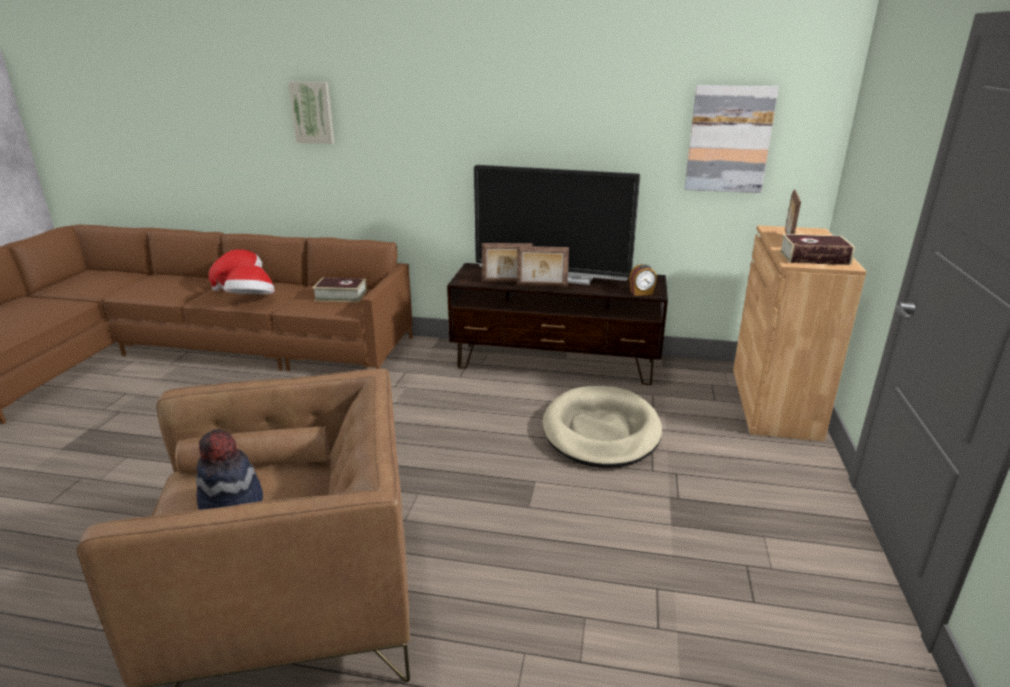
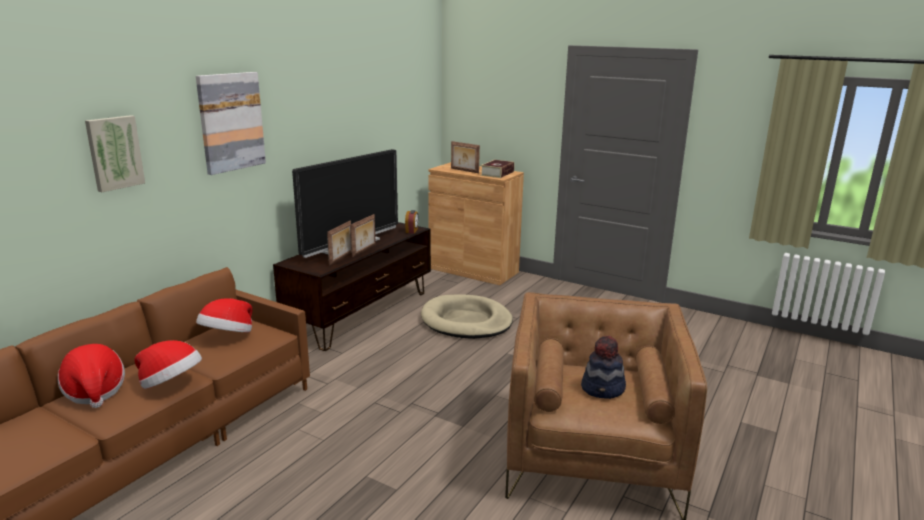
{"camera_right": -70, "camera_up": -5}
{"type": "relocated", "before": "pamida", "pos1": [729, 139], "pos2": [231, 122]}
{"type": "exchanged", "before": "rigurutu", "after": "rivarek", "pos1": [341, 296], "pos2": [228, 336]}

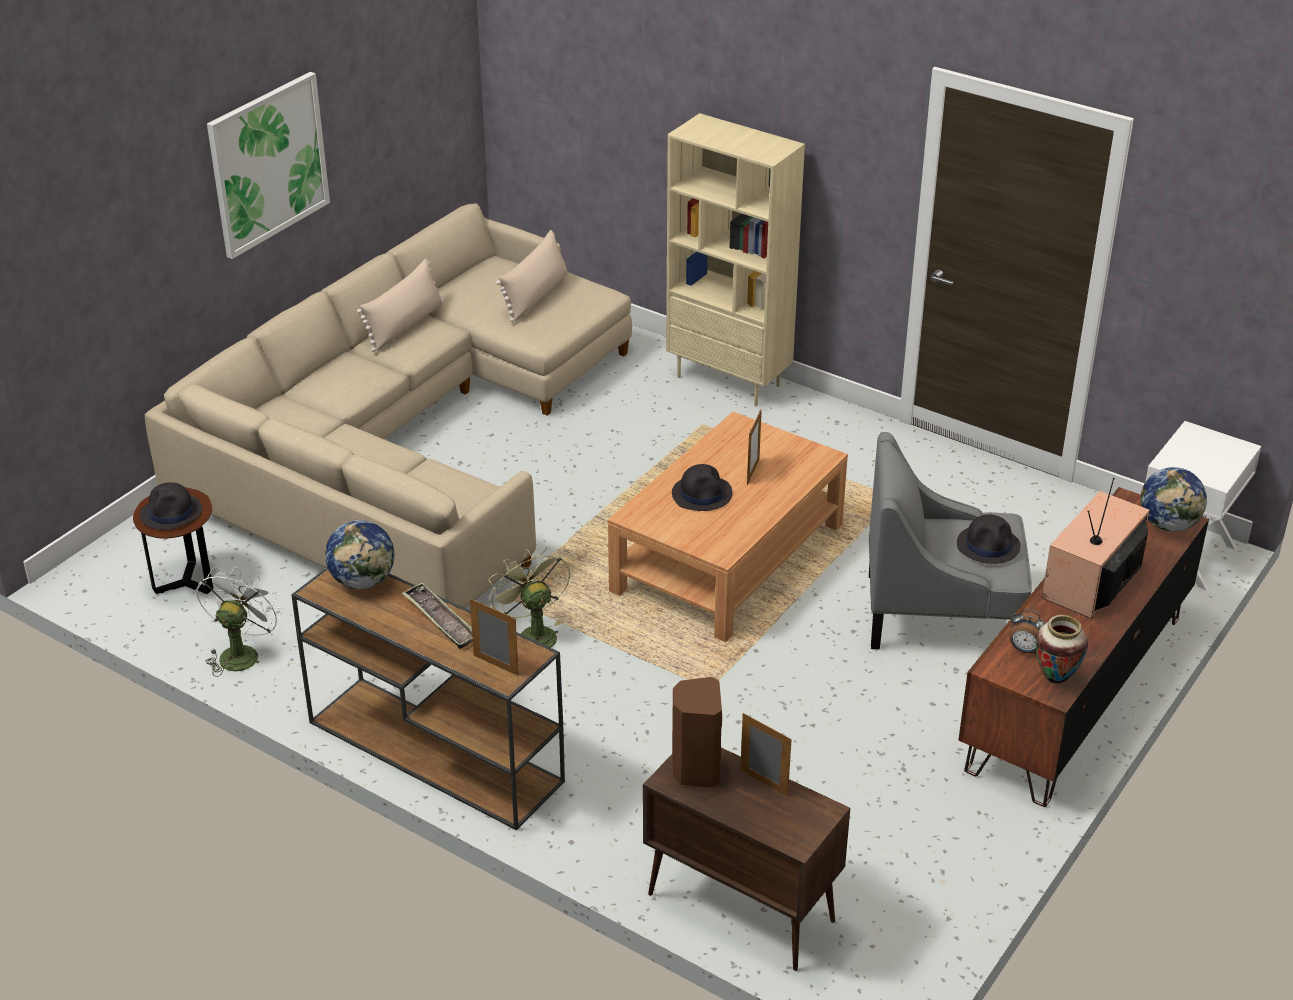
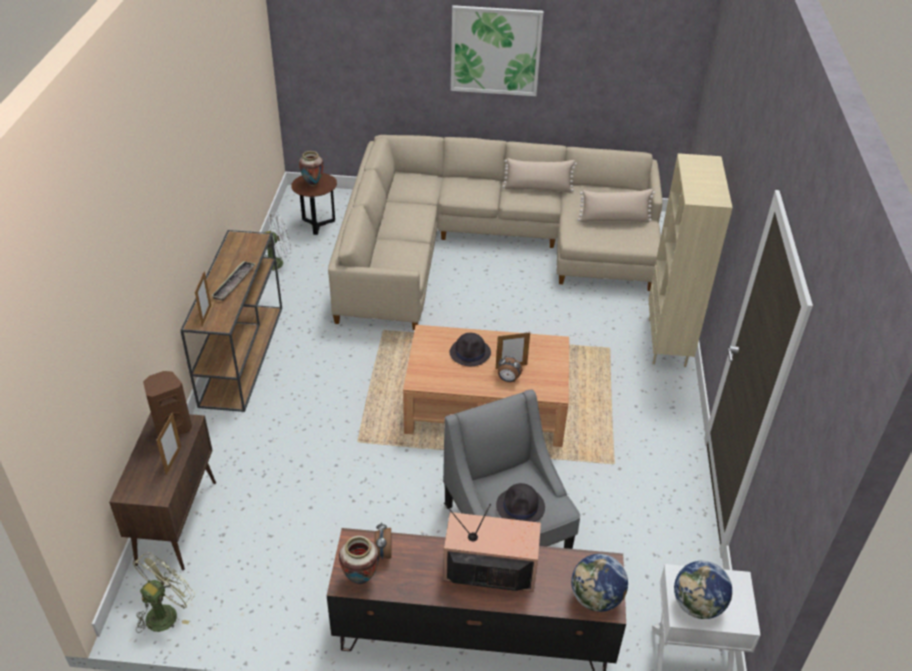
{"camera_right": 60, "camera_up": 5}
{"type": "relocated", "before": "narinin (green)", "pos1": [532, 634], "pos2": [166, 612]}
{"type": "exchanged", "before": "rivarek (black)", "after": "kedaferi", "pos1": [171, 513], "pos2": [312, 184]}
{"type": "appeared", "after": "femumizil", "pos2": [508, 380]}
{"type": "relocated", "before": "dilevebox", "pos1": [363, 581], "pos2": [698, 605]}

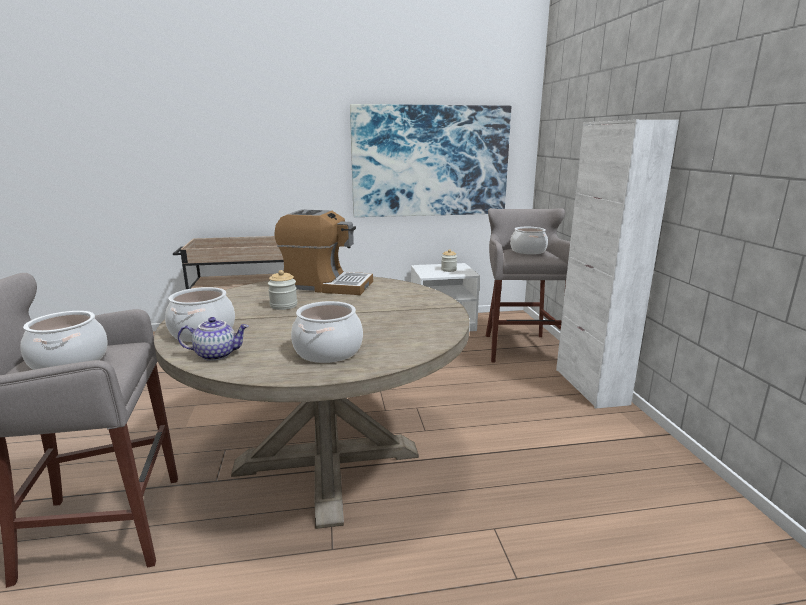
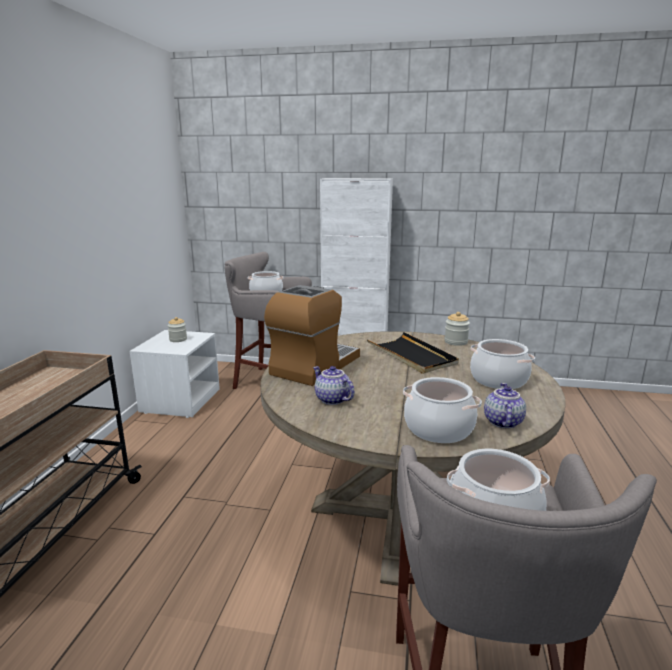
{"camera_right": -70, "camera_up": 0}
{"type": "appeared", "after": "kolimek", "pos2": [331, 399]}
{"type": "appeared", "after": "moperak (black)", "pos2": [411, 356]}
{"type": "relocated", "before": "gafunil", "pos1": [283, 305], "pos2": [456, 342]}
{"type": "missing", "before": "pamida", "pos1": [430, 161]}

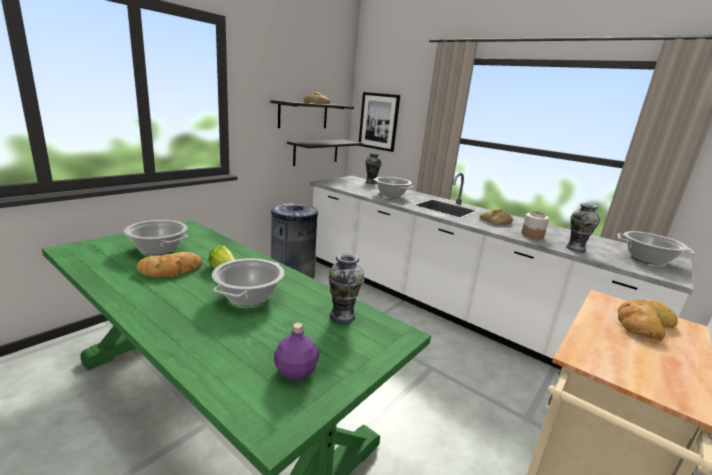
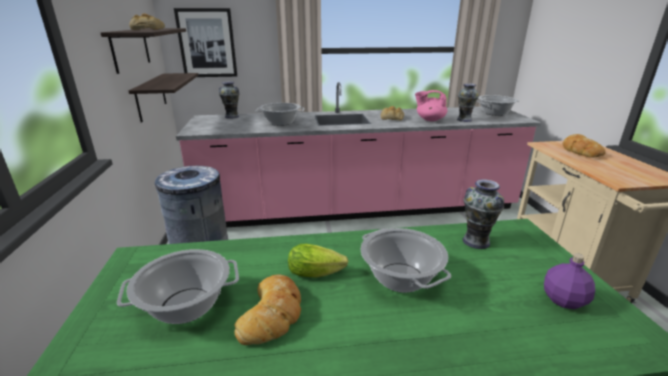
{"camera_right": -45, "camera_up": 5}
{"type": "colour", "before": "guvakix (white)", "after": "guvakix (pink)", "pos1": [446, 307], "pos2": [358, 208]}
{"type": "exchanged", "before": "gafunil", "after": "kolimek (pink)", "pos1": [532, 235], "pos2": [430, 119]}

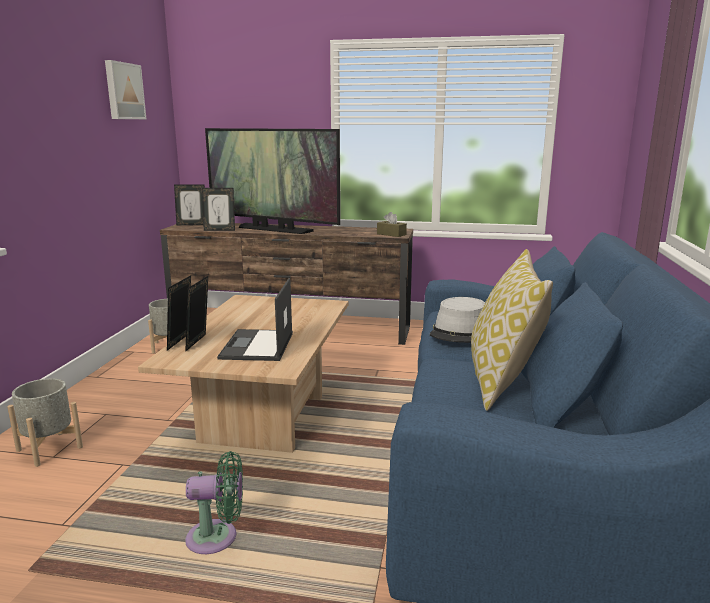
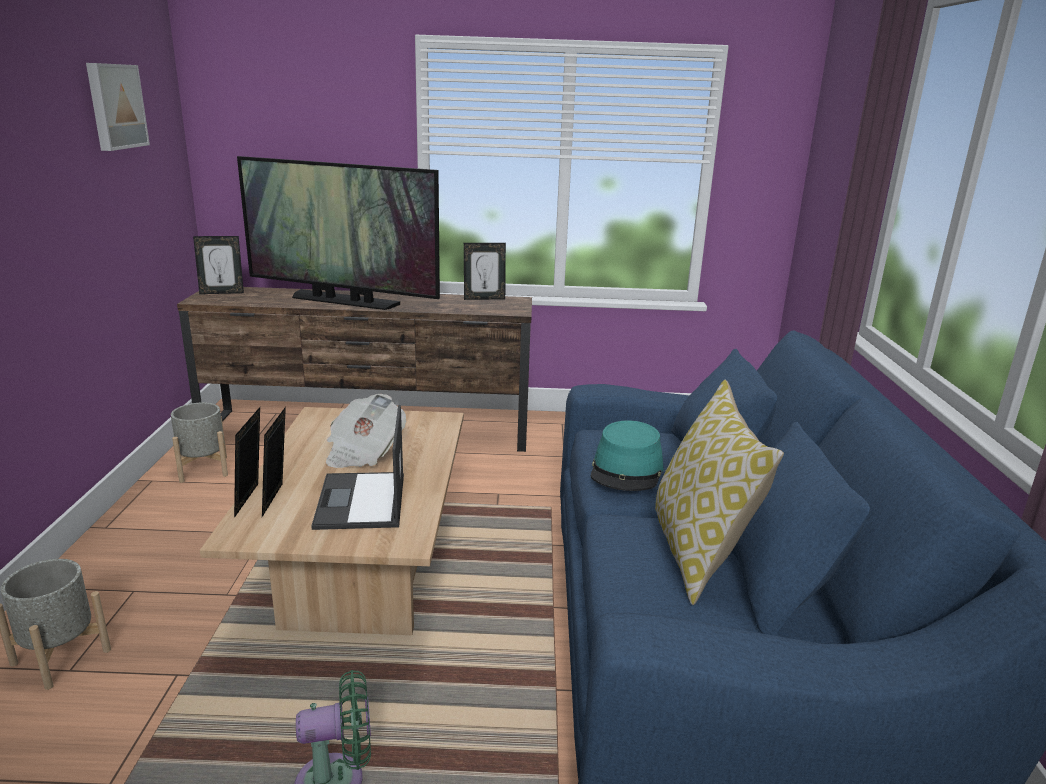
{"camera_right": -10, "camera_up": 5}
{"type": "appeared", "after": "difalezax", "pos2": [363, 452]}
{"type": "relocated", "before": "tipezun", "pos1": [220, 230], "pos2": [484, 298]}
{"type": "colour", "before": "rivarek (grey)", "after": "rivarek (turquoise)", "pos1": [460, 332], "pos2": [627, 470]}
{"type": "missing", "before": "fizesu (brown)", "pos1": [391, 234]}

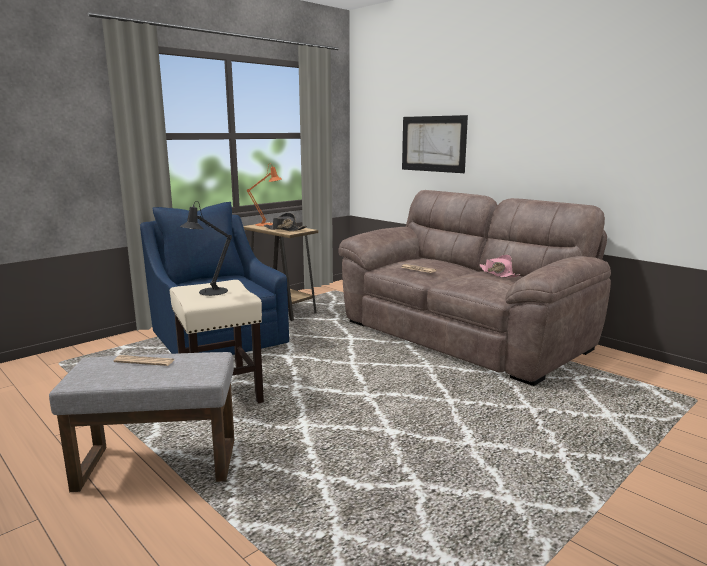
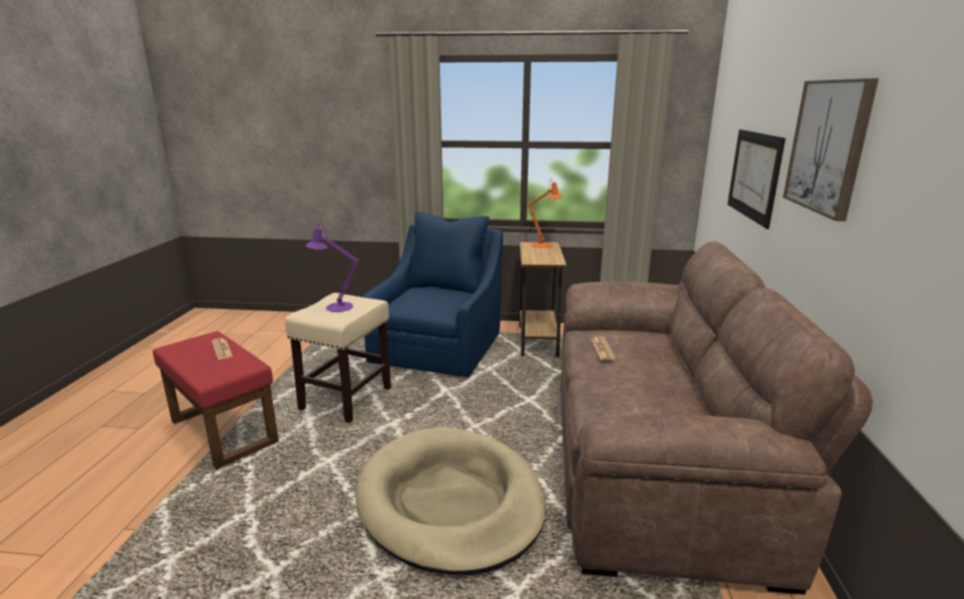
{"camera_right": 50, "camera_up": 5}
{"type": "colour", "before": "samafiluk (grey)", "after": "samafiluk (red)", "pos1": [160, 463], "pos2": [225, 431]}
{"type": "colour", "before": "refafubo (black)", "after": "refafubo (purple)", "pos1": [209, 292], "pos2": [335, 307]}
{"type": "appeared", "after": "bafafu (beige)", "pos2": [450, 502]}
{"type": "appeared", "after": "pamida", "pos2": [828, 146]}
{"type": "missing", "before": "rivarek (black)", "pos1": [284, 229]}
{"type": "missing", "before": "rivarek (pink)", "pos1": [498, 274]}

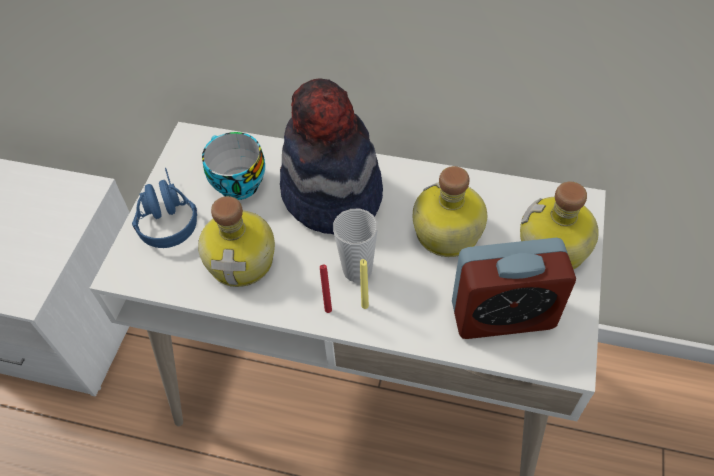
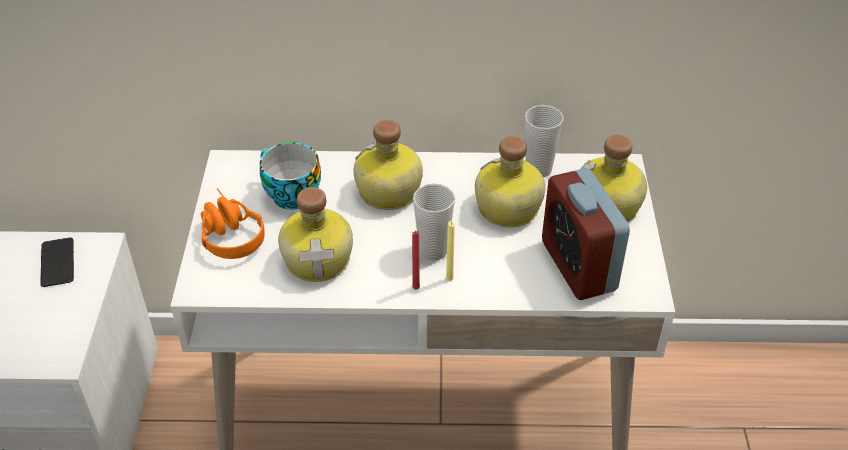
{"camera_right": -15, "camera_up": -10}
{"type": "appeared", "after": "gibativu", "pos2": [57, 263]}
{"type": "colour", "before": "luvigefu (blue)", "after": "luvigefu (orange)", "pos1": [166, 216], "pos2": [227, 233]}
{"type": "exchanged", "before": "rivarek", "after": "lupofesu", "pos1": [331, 195], "pos2": [388, 192]}
{"type": "appeared", "after": "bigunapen", "pos2": [538, 169]}
{"type": "spun", "before": "femumizil", "pos1": [502, 315], "pos2": [578, 266], "turn": 90}

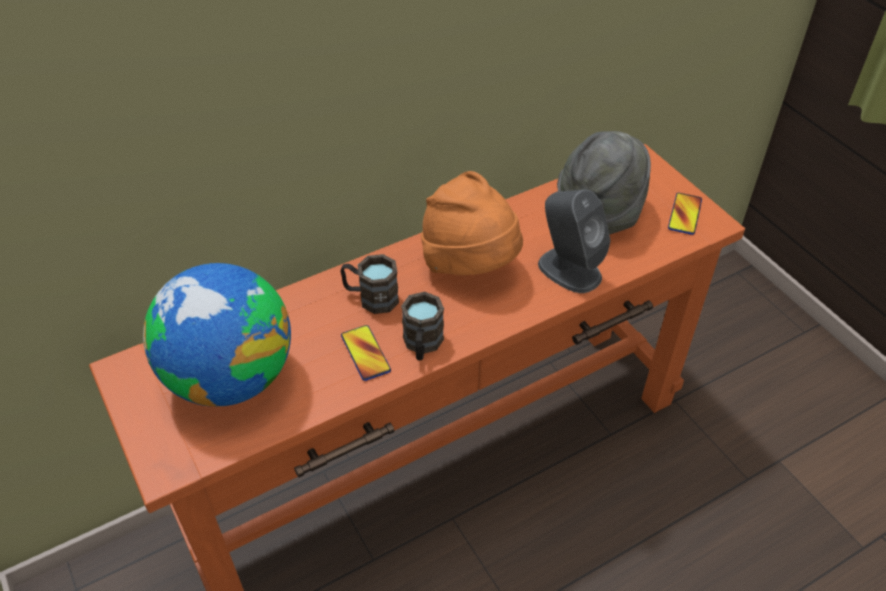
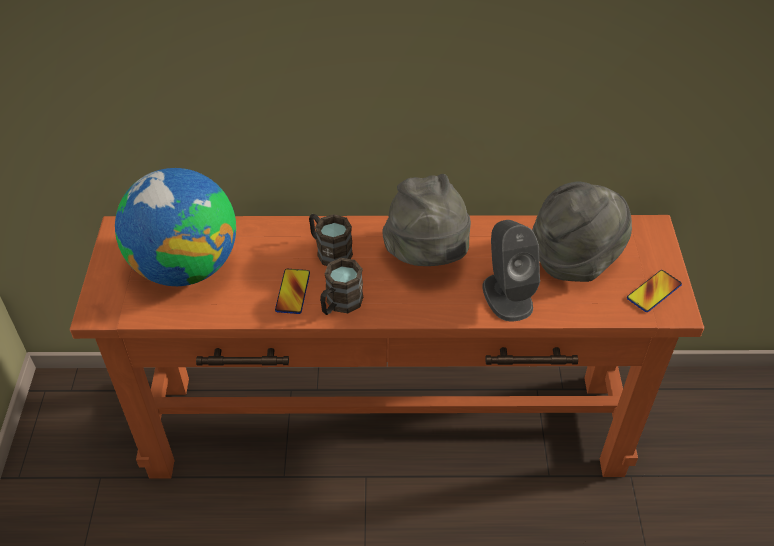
{"camera_right": 30, "camera_up": 0}
{"type": "colour", "before": "rivarek (orange)", "after": "rivarek (grey)", "pos1": [470, 264], "pos2": [428, 257]}

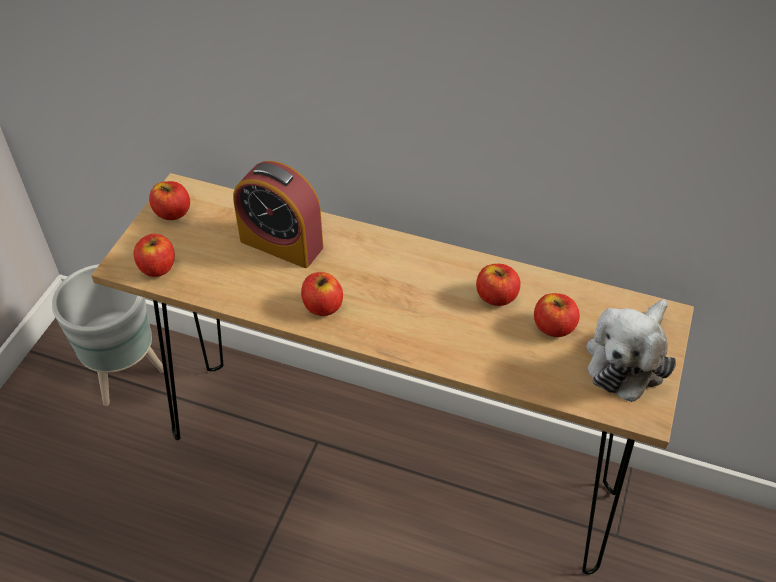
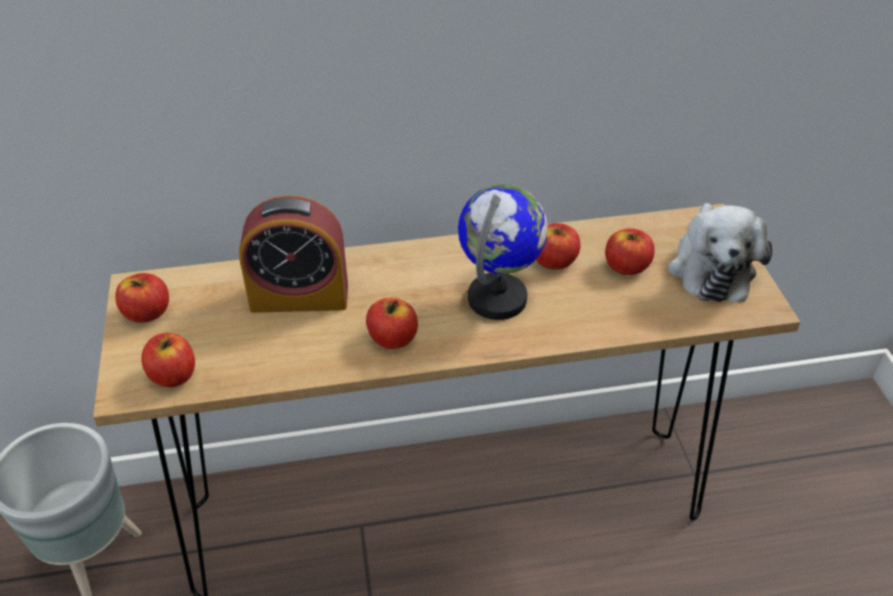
{"camera_right": -30, "camera_up": -5}
{"type": "appeared", "after": "dilevebox", "pos2": [498, 298]}

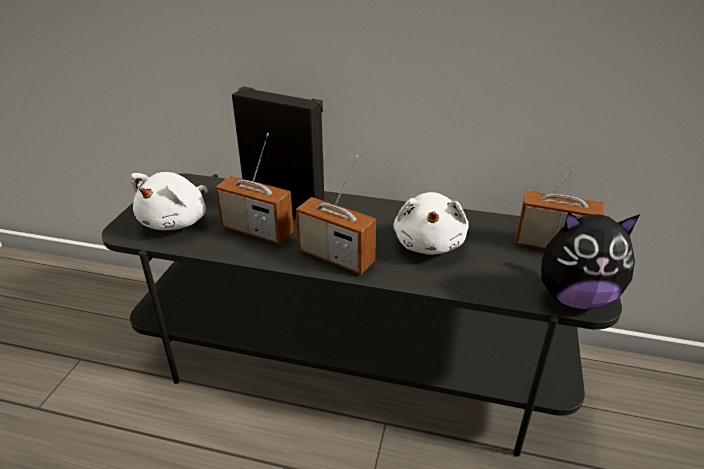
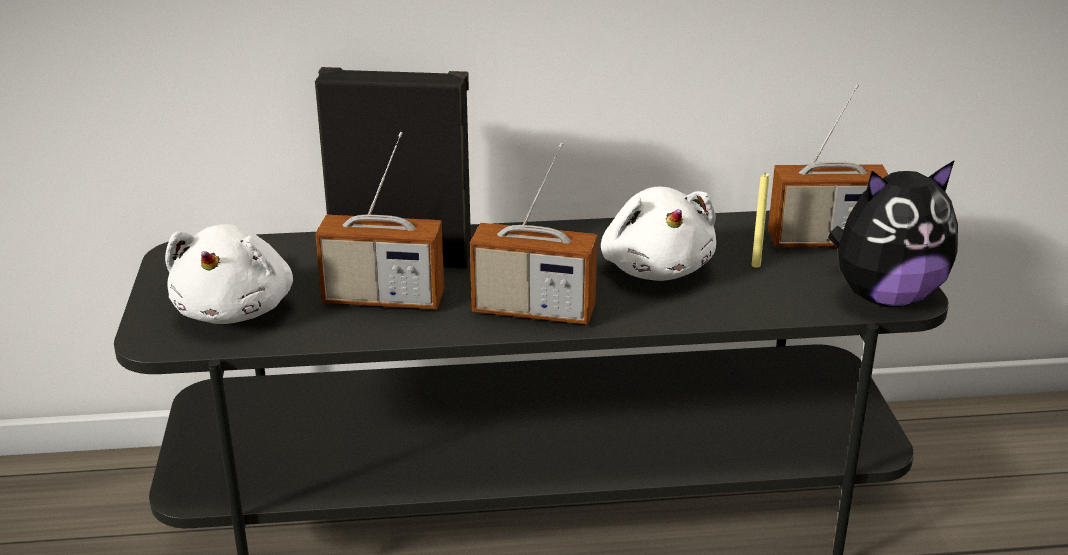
{"camera_right": -20, "camera_up": -5}
{"type": "appeared", "after": "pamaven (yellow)", "pos2": [756, 265]}

